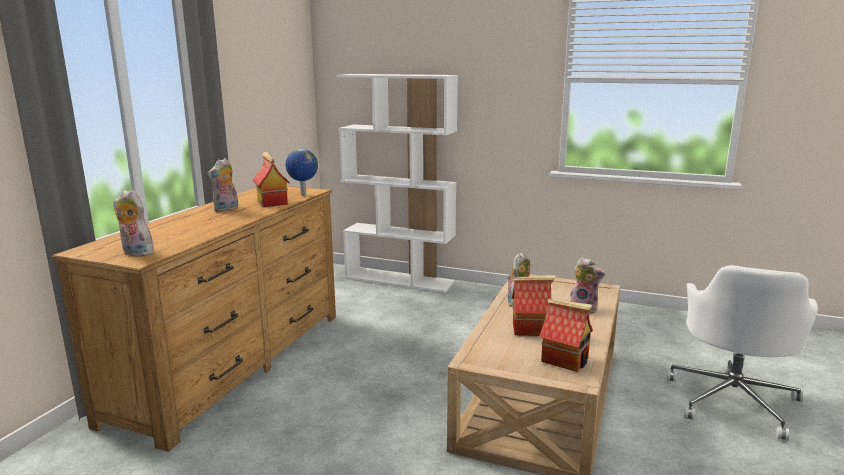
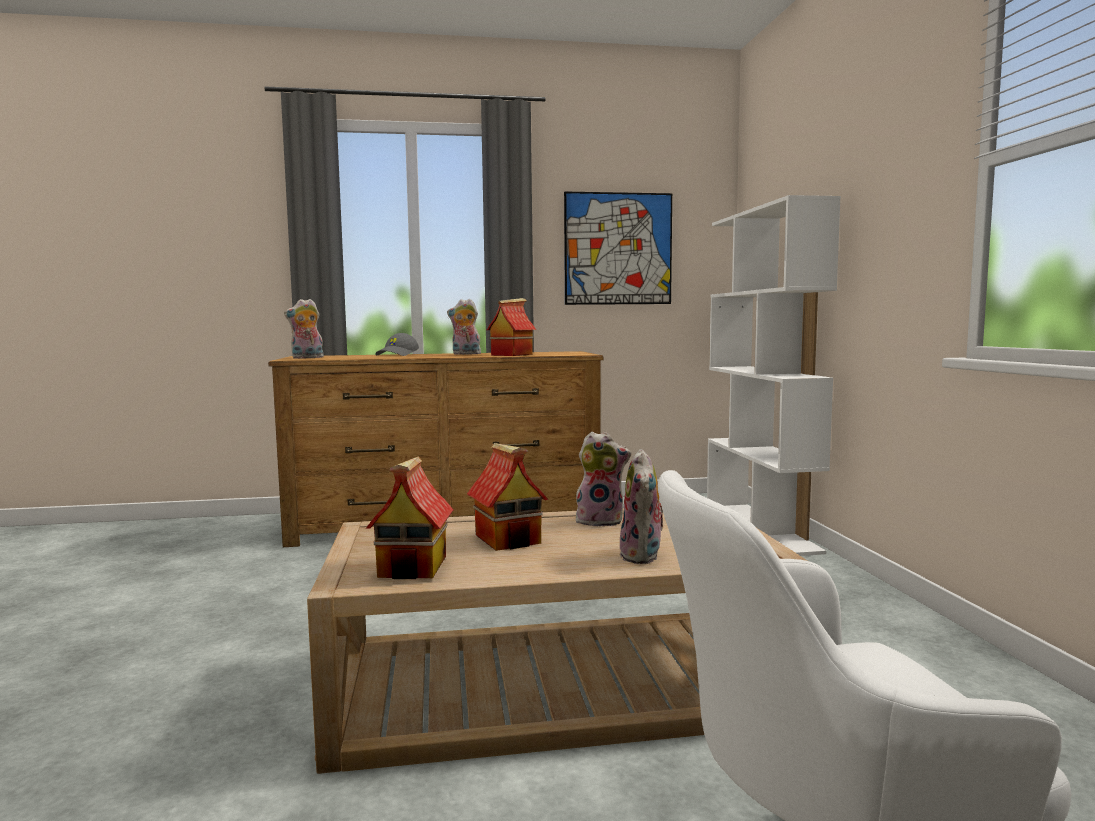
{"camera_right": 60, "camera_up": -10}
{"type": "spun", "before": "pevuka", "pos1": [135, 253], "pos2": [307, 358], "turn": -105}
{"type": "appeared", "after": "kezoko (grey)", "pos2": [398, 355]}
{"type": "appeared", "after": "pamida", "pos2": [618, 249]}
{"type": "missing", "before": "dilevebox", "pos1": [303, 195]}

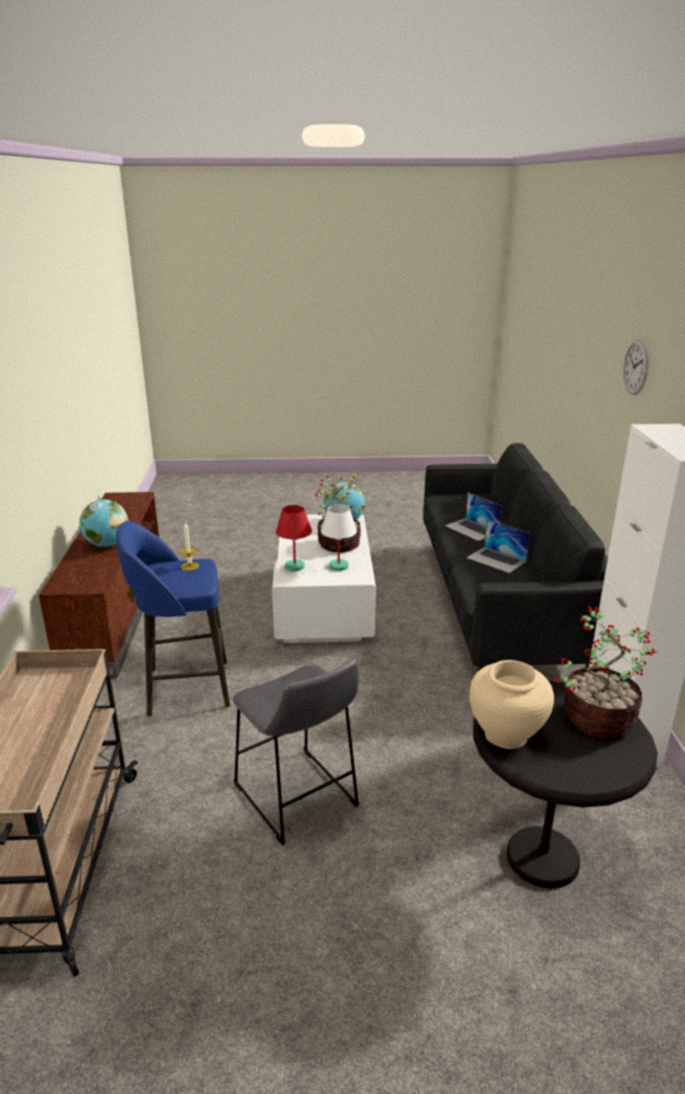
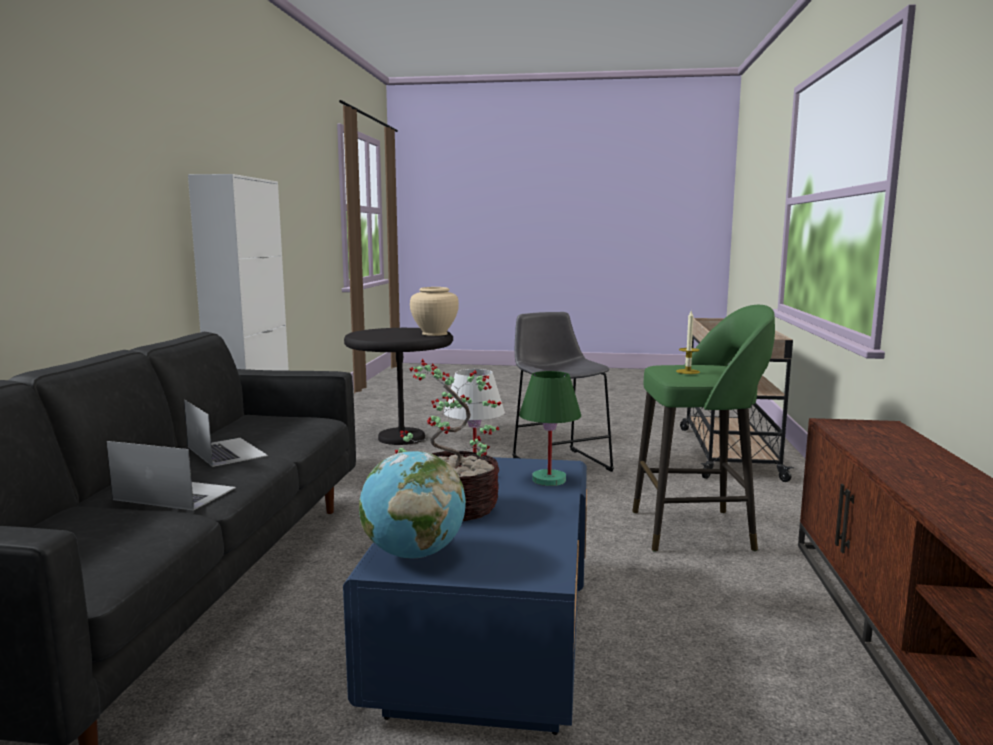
{"camera_right": -170, "camera_up": -15}
{"type": "spun", "before": "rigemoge", "pos1": [472, 529], "pos2": [174, 494], "turn": -45}
{"type": "colour", "before": "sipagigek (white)", "after": "sipagigek (blue)", "pos1": [323, 603], "pos2": [488, 627]}
{"type": "colour", "before": "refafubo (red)", "after": "refafubo (green)", "pos1": [295, 566], "pos2": [548, 480]}
{"type": "colour", "before": "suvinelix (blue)", "after": "suvinelix (green)", "pos1": [185, 688], "pos2": [695, 530]}
{"type": "missing", "before": "dilevebox", "pos1": [107, 545]}
{"type": "missing", "before": "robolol", "pos1": [595, 718]}
{"type": "missing", "before": "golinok", "pos1": [636, 367]}

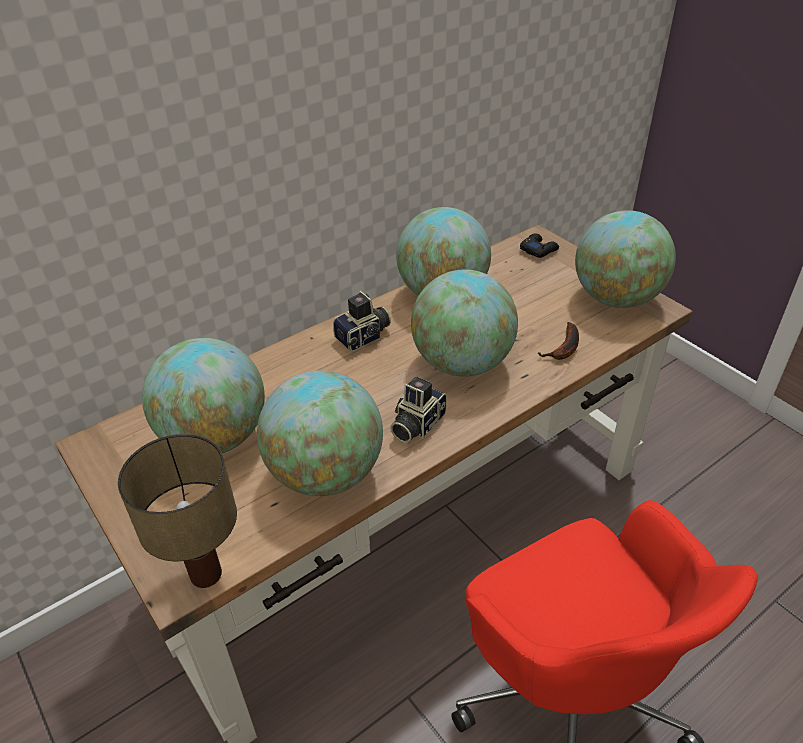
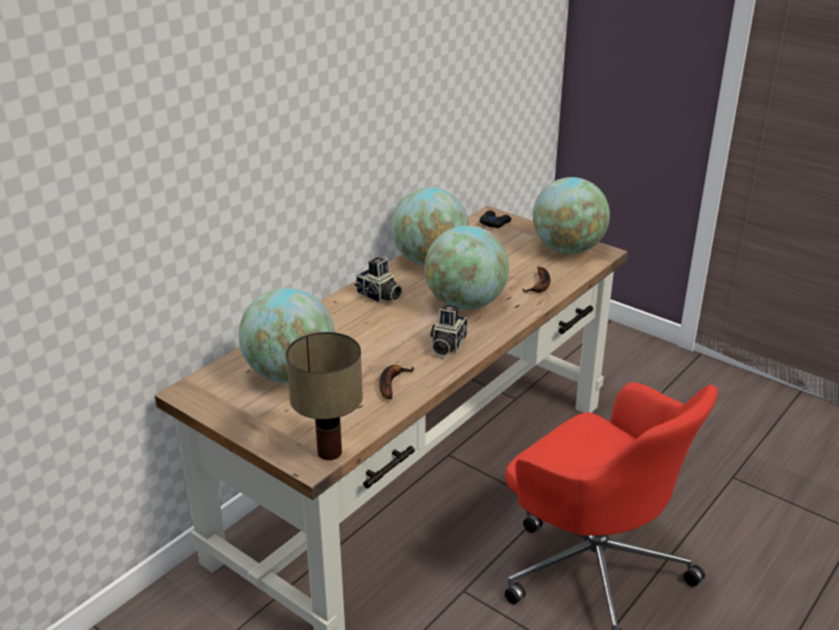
{"camera_right": -15, "camera_up": -10}
{"type": "spun", "before": "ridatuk", "pos1": [364, 337], "pos2": [379, 296], "turn": 90}
{"type": "exchanged", "before": "dilevebox", "after": "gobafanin", "pos1": [325, 474], "pos2": [391, 383]}

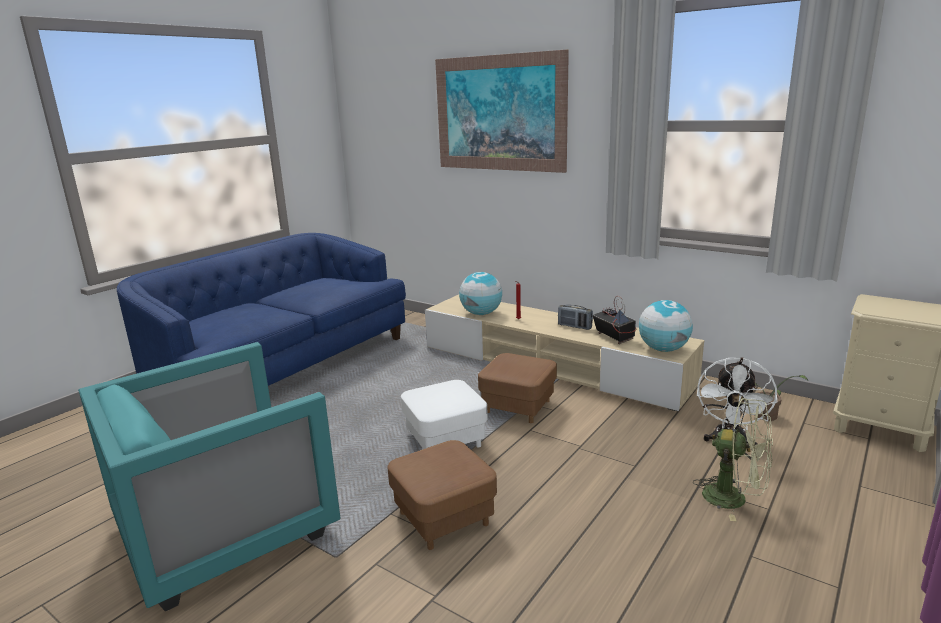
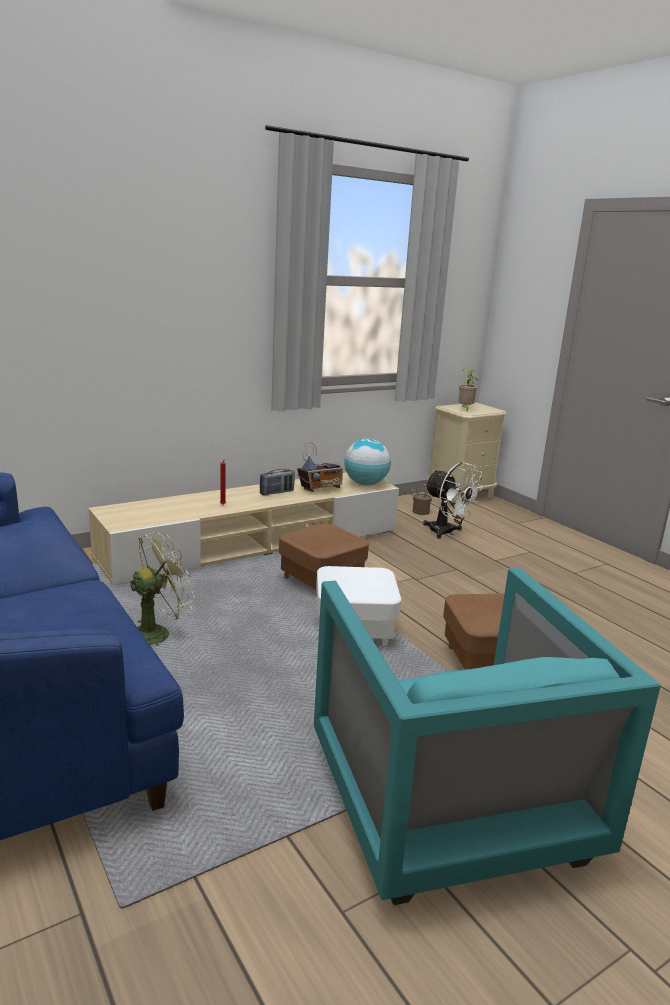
{"camera_right": -70, "camera_up": 0}
{"type": "relocated", "before": "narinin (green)", "pos1": [734, 499], "pos2": [157, 633]}
{"type": "spun", "before": "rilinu", "pos1": [613, 337], "pos2": [320, 489], "turn": 150}
{"type": "appeared", "after": "robolol", "pos2": [465, 409]}
{"type": "missing", "before": "pamida", "pos1": [499, 113]}
{"type": "missing", "before": "dilevebox", "pos1": [481, 313]}

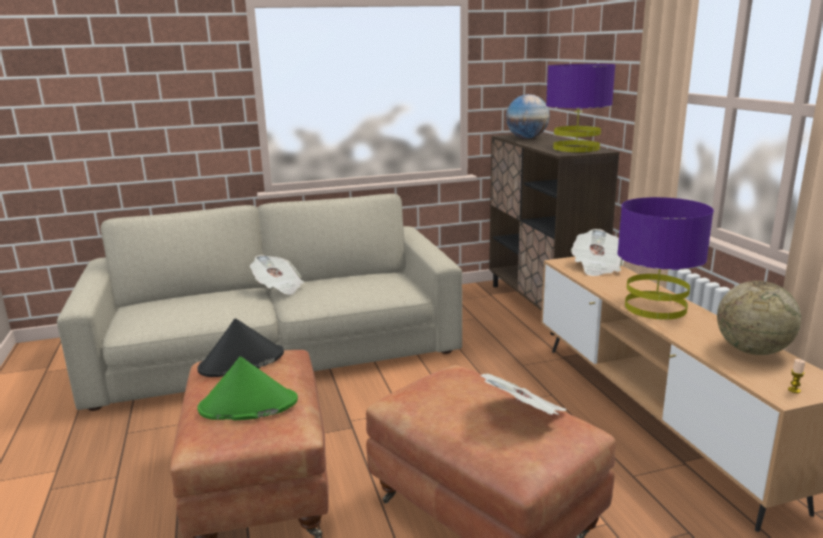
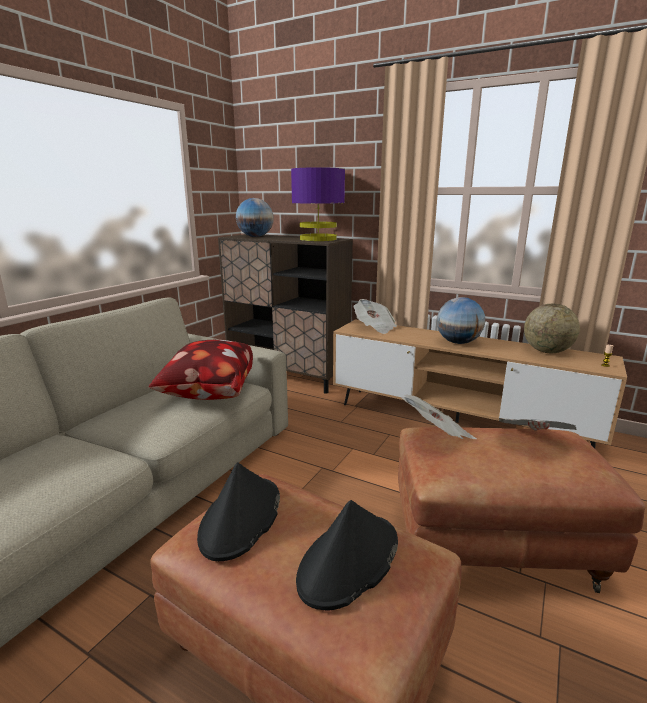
{"camera_right": -45, "camera_up": 0}
{"type": "appeared", "after": "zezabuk", "pos2": [208, 394]}
{"type": "colour", "before": "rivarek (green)", "after": "rivarek (black)", "pos1": [248, 405], "pos2": [349, 561]}
{"type": "relocated", "before": "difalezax", "pos1": [278, 287], "pos2": [437, 435]}
{"type": "exchanged", "before": "refafubo (purple)", "after": "dilevebox", "pos1": [655, 307], "pos2": [458, 342]}

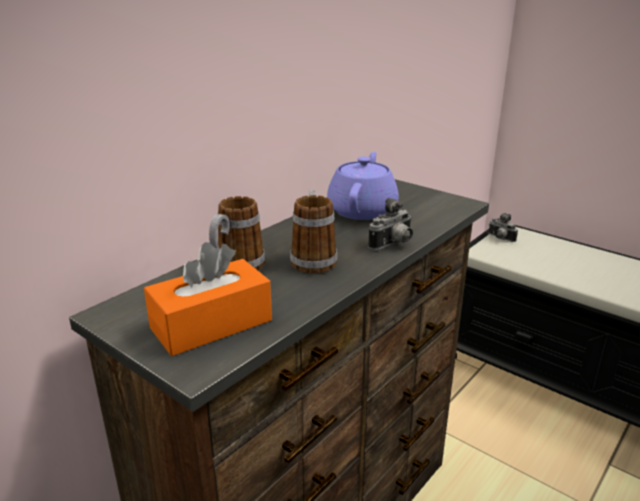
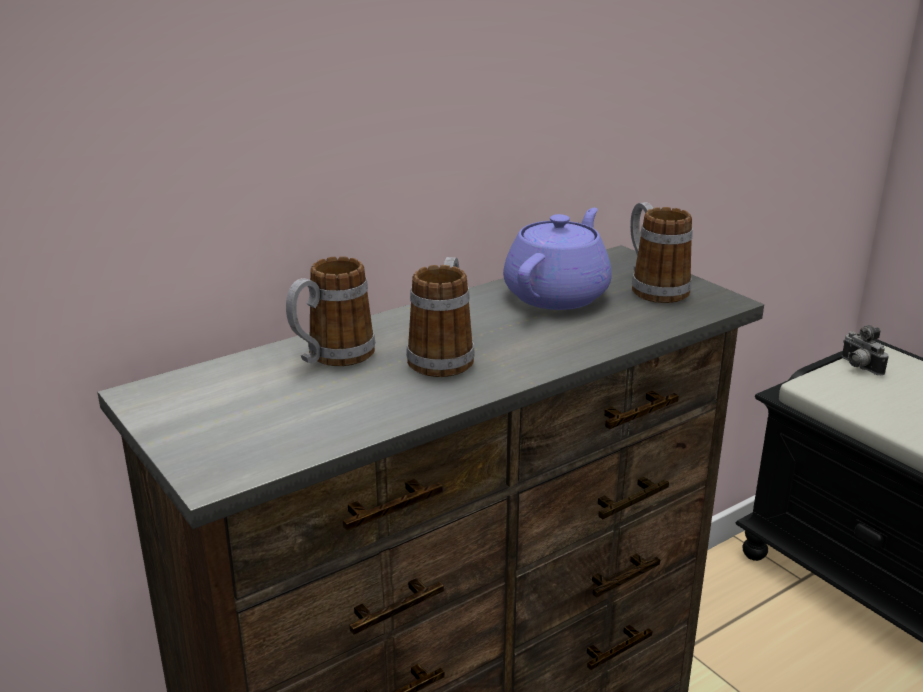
{"camera_right": 15, "camera_up": 0}
{"type": "appeared", "after": "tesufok", "pos2": [653, 287]}
{"type": "missing", "before": "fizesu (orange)", "pos1": [211, 324]}
{"type": "missing", "before": "ridatuk", "pos1": [393, 245]}

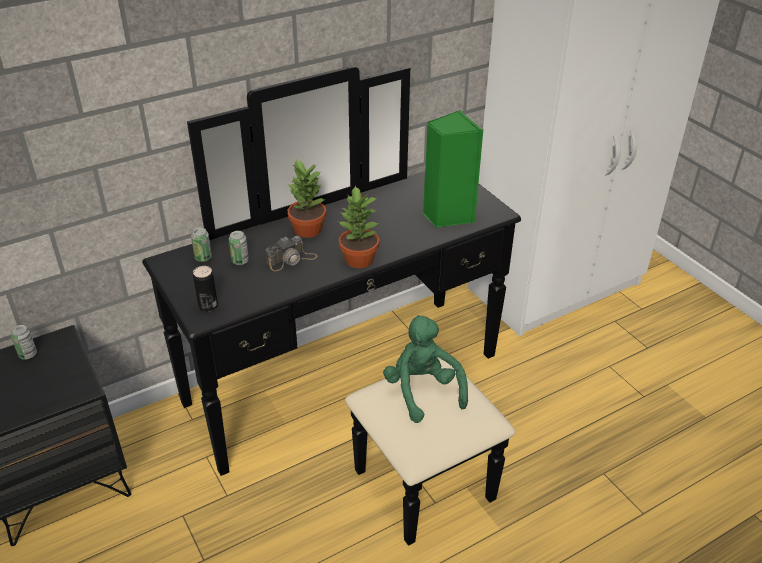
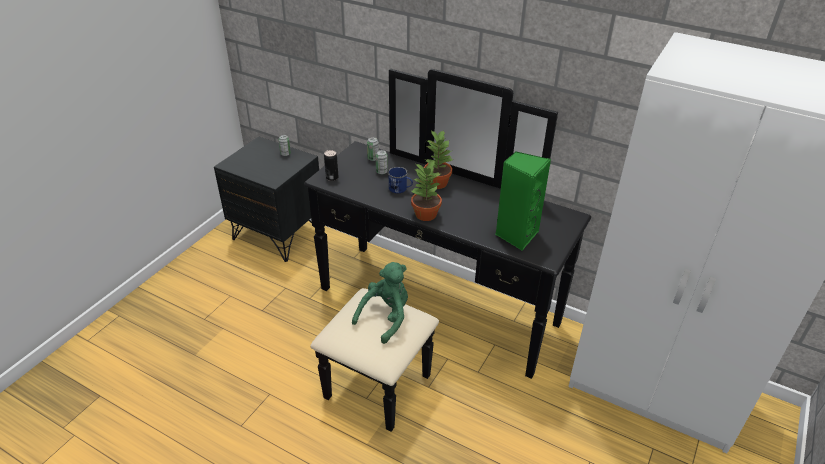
{"camera_right": 60, "camera_up": 0}
{"type": "exchanged", "before": "ridatuk", "after": "tesufok (blue)", "pos1": [291, 260], "pos2": [400, 189]}

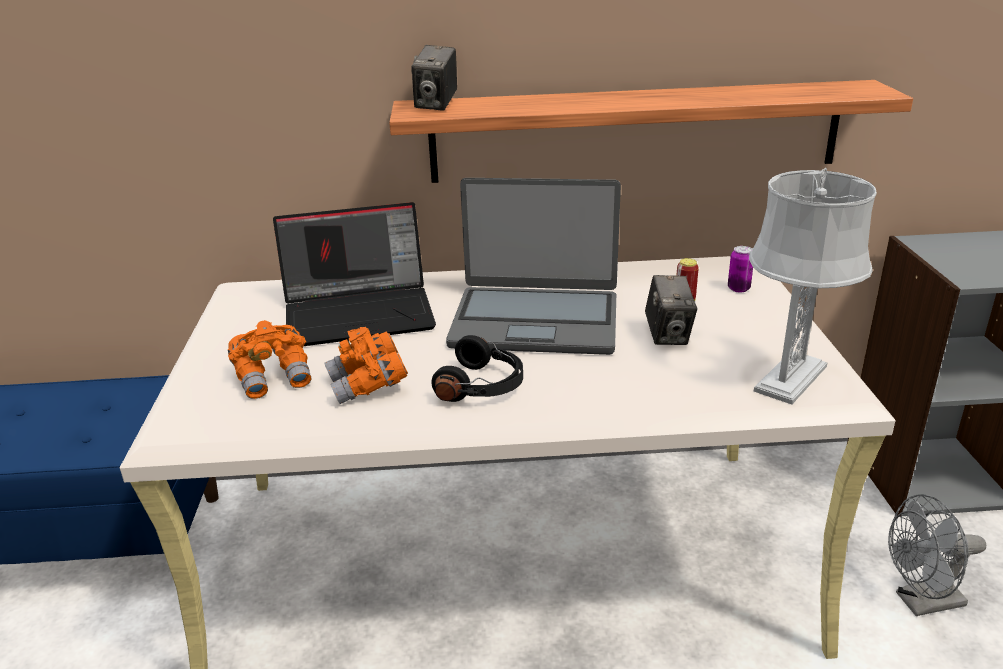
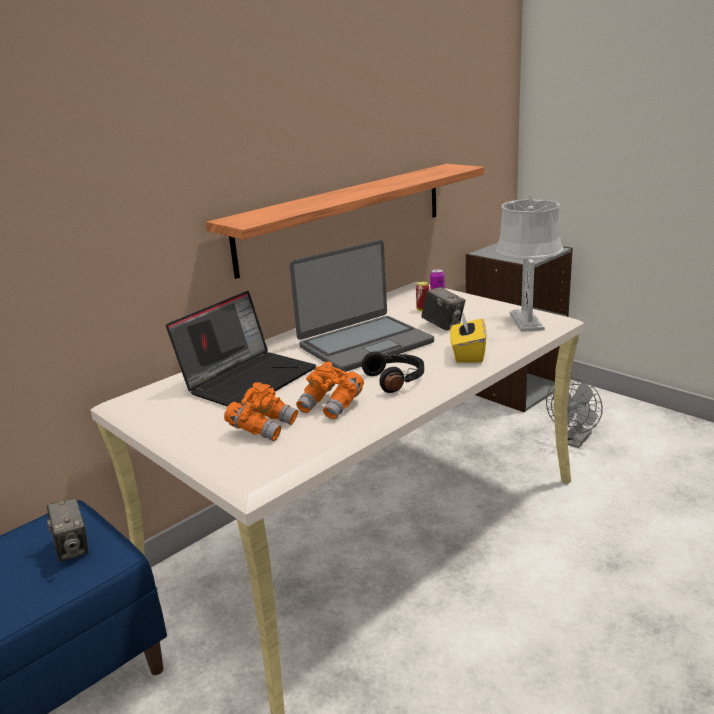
{"camera_right": -40, "camera_up": -5}
{"type": "relocated", "before": "ridatuk", "pos1": [436, 105], "pos2": [73, 548]}
{"type": "appeared", "after": "fizesu (yellow)", "pos2": [467, 354]}

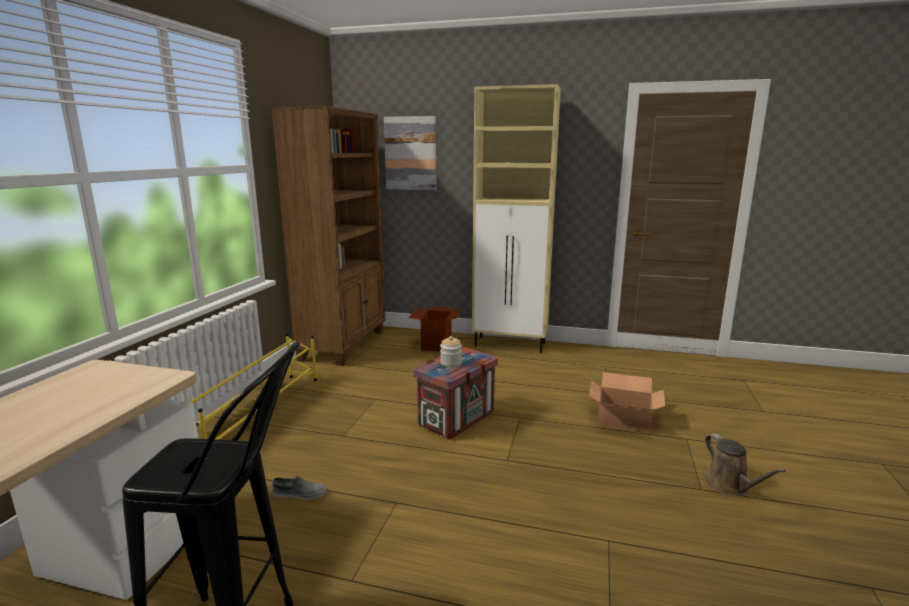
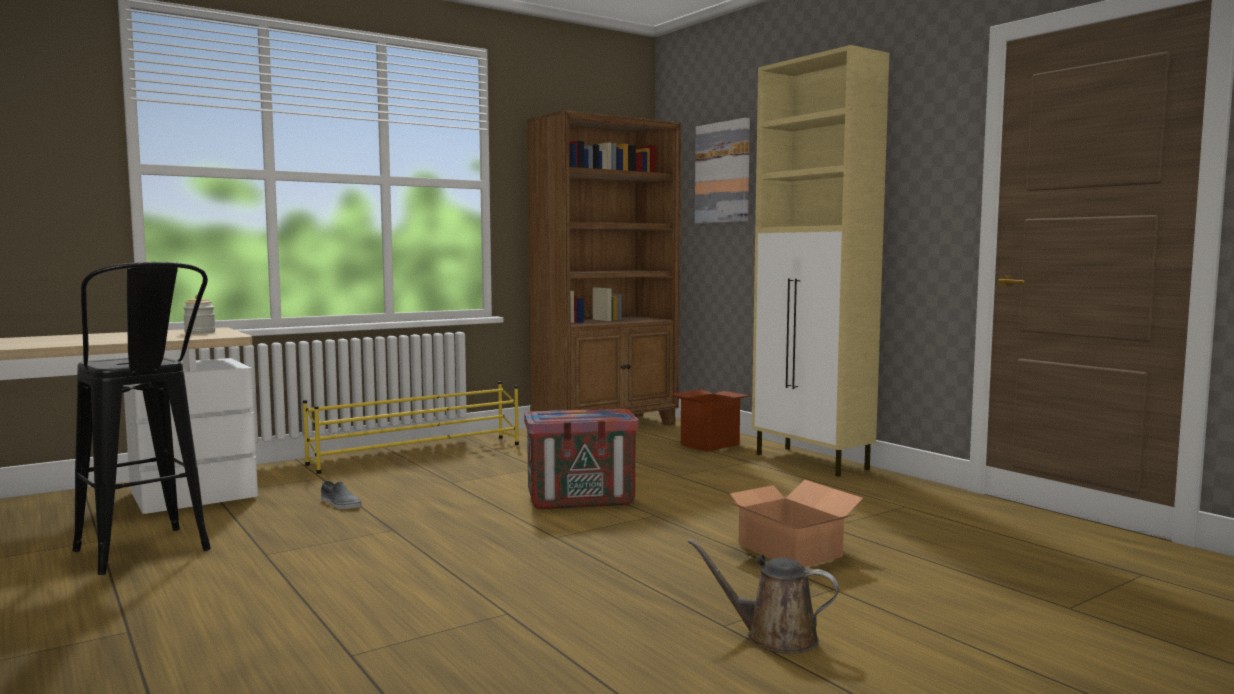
{"camera_right": 40, "camera_up": -10}
{"type": "relocated", "before": "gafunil", "pos1": [451, 363], "pos2": [200, 332]}
{"type": "spun", "before": "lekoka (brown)", "pos1": [729, 486], "pos2": [773, 637], "turn": 90}

